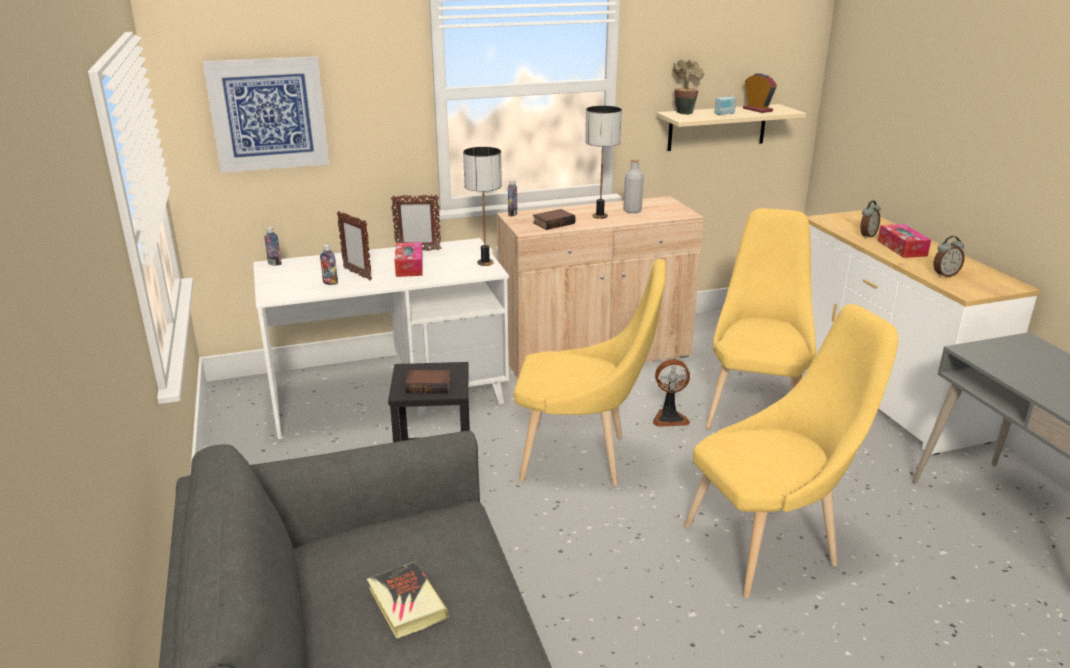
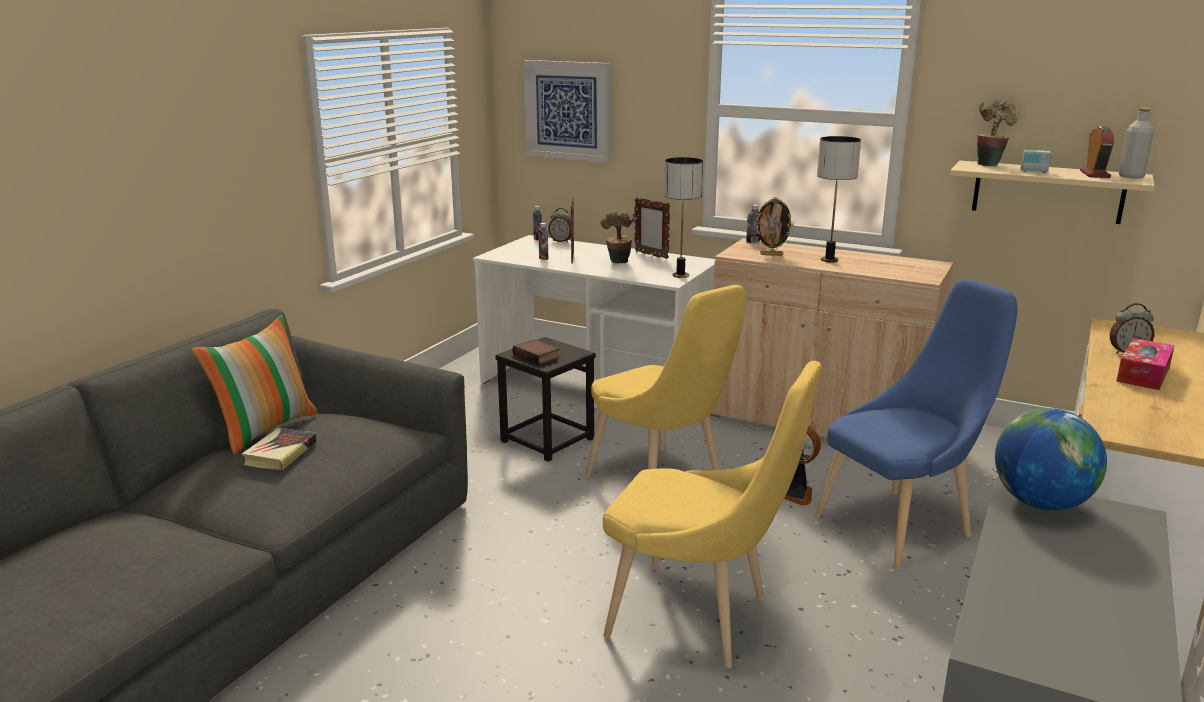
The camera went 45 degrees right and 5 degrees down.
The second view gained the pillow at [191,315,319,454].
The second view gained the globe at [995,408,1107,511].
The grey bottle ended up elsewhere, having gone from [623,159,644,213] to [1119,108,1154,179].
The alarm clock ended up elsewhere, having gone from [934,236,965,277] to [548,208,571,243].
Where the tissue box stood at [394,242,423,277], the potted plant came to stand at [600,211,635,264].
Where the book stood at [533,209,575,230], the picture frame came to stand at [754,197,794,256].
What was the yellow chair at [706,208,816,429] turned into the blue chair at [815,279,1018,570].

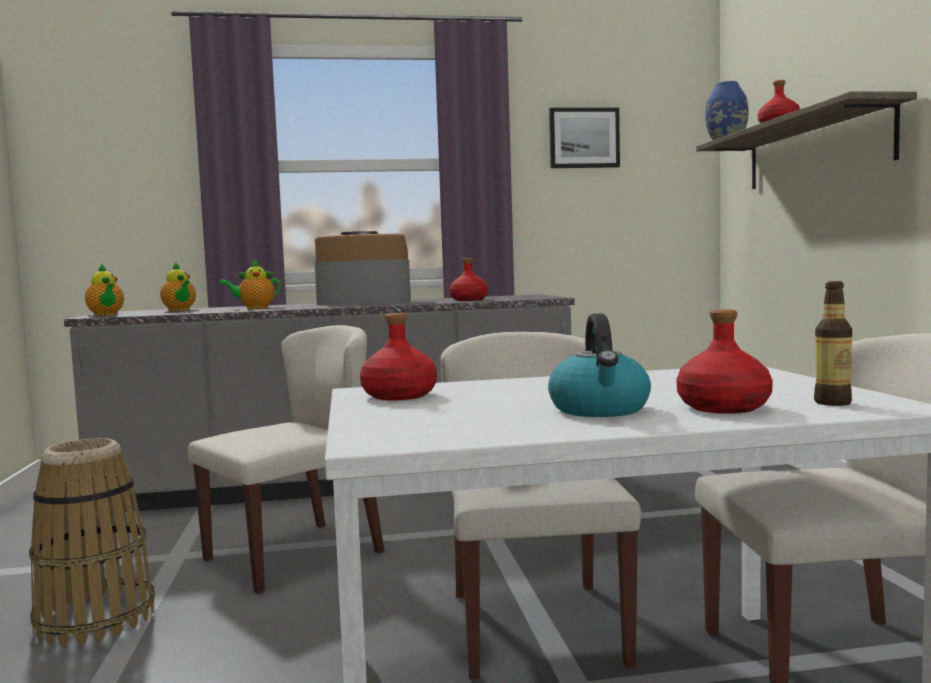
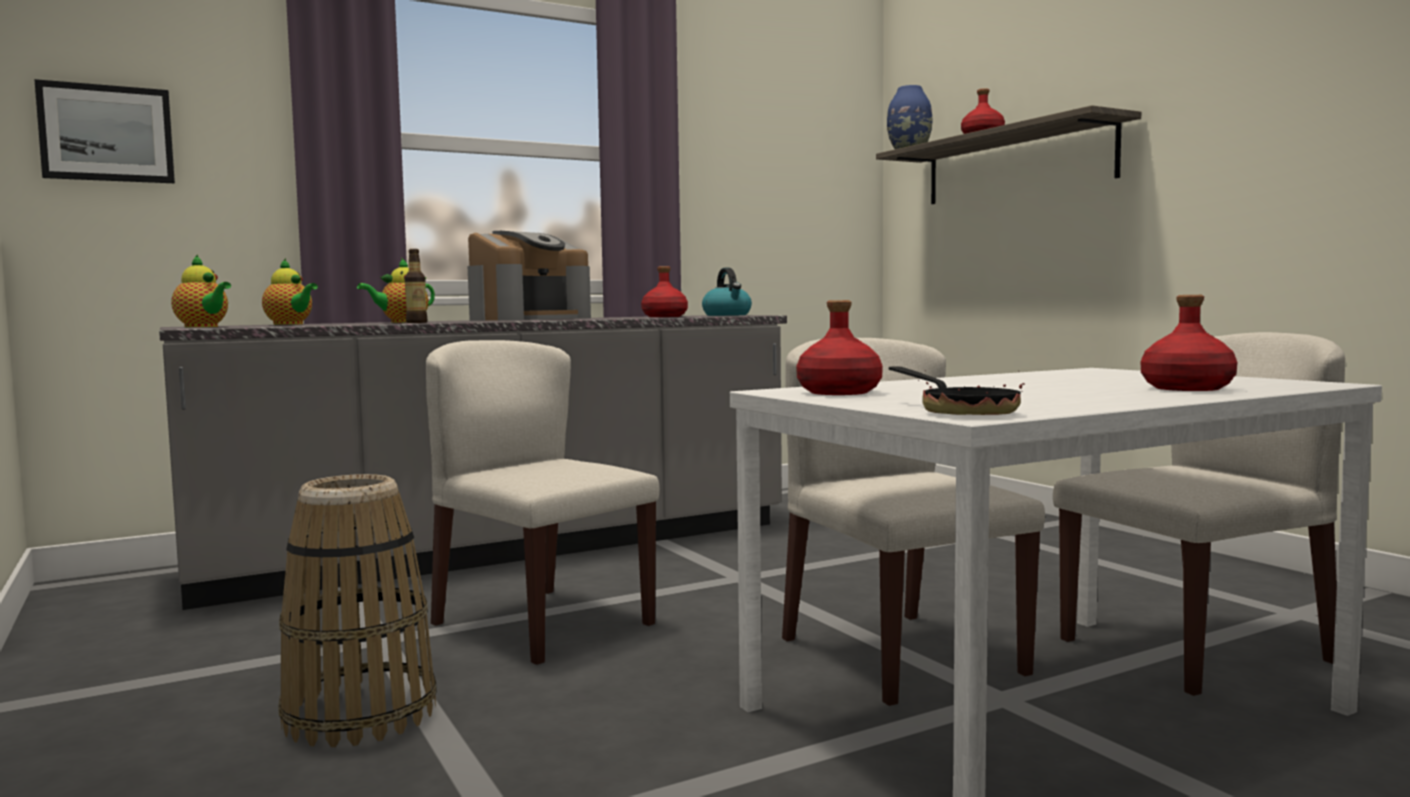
The camera went 20 degrees left and 0 degrees up.
The second view gained the frying pan at [889,366,1025,415].
The kettle ended up elsewhere, having gone from [548,314,651,417] to [702,268,752,316].
The picture ended up elsewhere, having gone from [549,108,620,168] to [34,79,175,183].
The bottle ended up elsewhere, having gone from [814,281,852,406] to [405,249,427,323].
The beige chair at [188,325,384,594] ended up facing another way, 75 degrees counterclockwise from before.
The coffee machine at [314,231,411,305] ended up facing another way, 150 degrees clockwise from before.

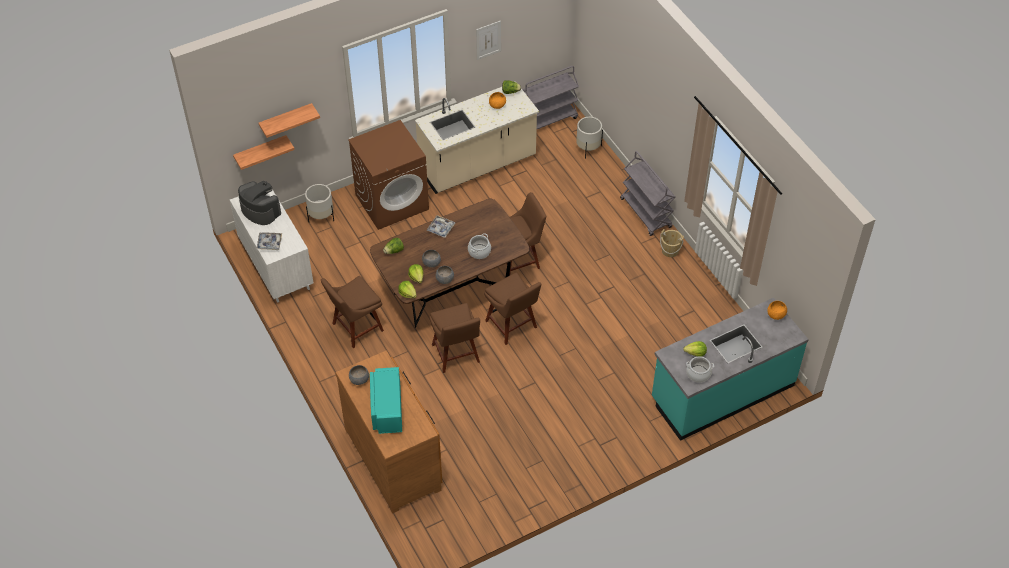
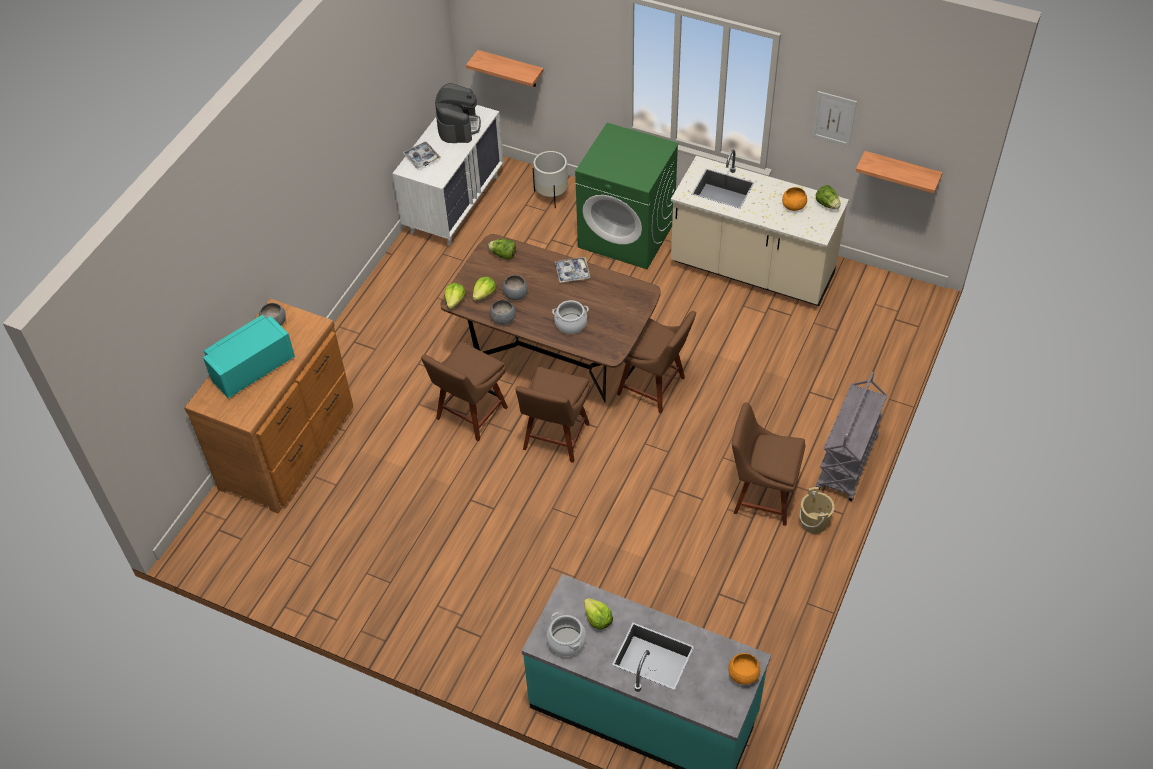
The camera went 55 degrees right and 0 degrees up.
The second view lost the grey cart at [522,66,579,129].
The second view lost the white planter at [576,117,603,159].
The shelf ended up elsewhere, having gone from [258,103,320,138] to [856,151,943,194].
The brown chair ended up elsewhere, having gone from [321,276,384,348] to [732,402,805,526].
What was the brown washing machine at [348,120,429,230] turned into the green washing machine at [575,123,679,269].

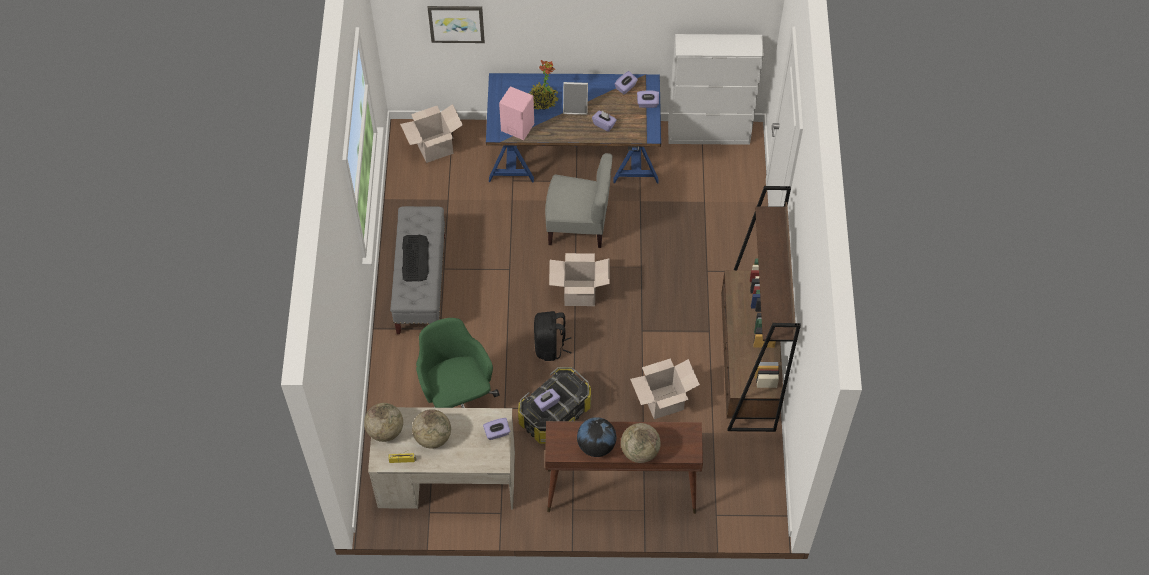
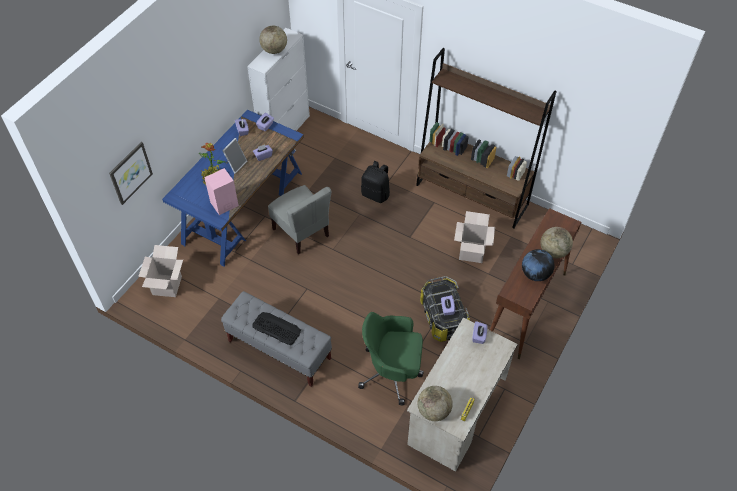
The camera went 60 degrees left and 5 degrees down.
The second view lost the cardboard box at [549,253,610,306].
The globe ended up elsewhere, having gone from [412,409,451,449] to [259,26,287,54].
The black backpack ended up elsewhere, having gone from [534,311,572,361] to [361,161,390,203].
The grey chair at [545,153,613,248] ended up facing another way, 105 degrees clockwise from before.

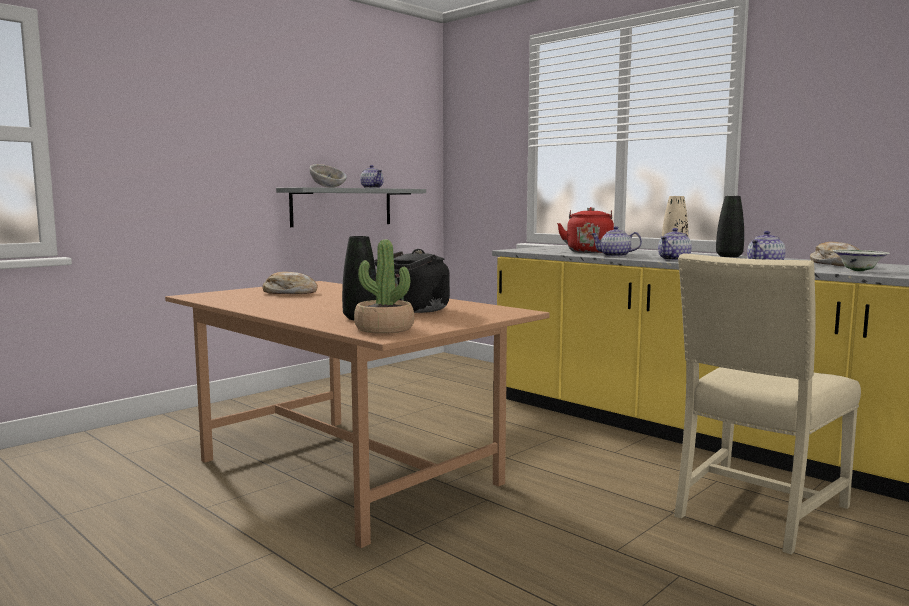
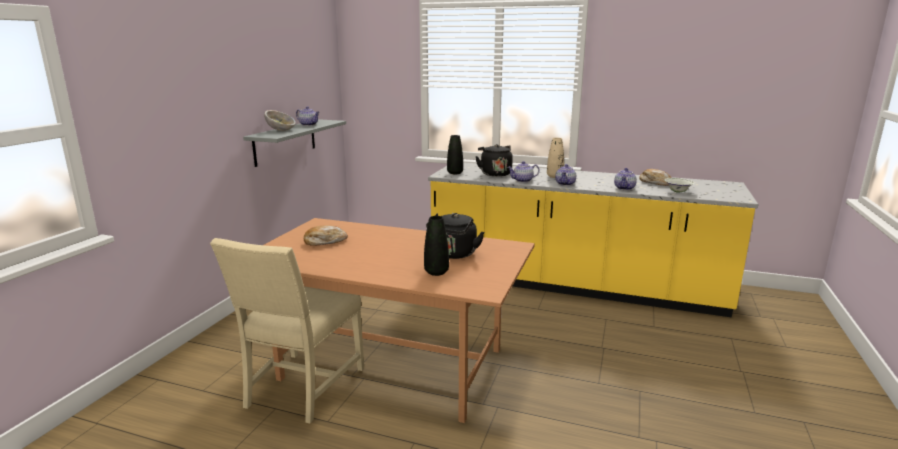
The camera went 25 degrees left and 10 degrees up.
The second view lost the potted plant at [354,240,414,334].
The beige chair ended up elsewhere, having gone from [674,253,861,554] to [210,238,364,423].
The black vase ended up elsewhere, having gone from [716,196,744,257] to [447,135,463,174].
What was the red kettle at [557,207,614,253] turned into the black kettle at [475,144,513,177].

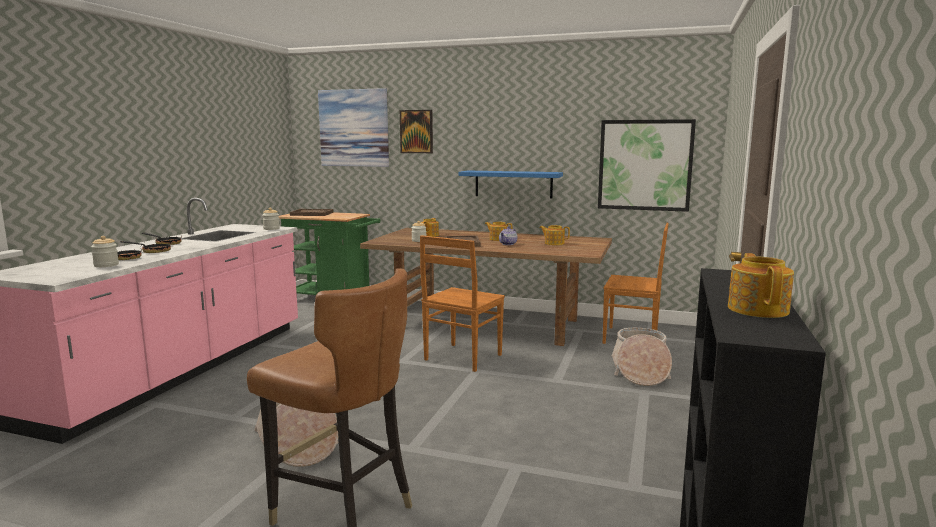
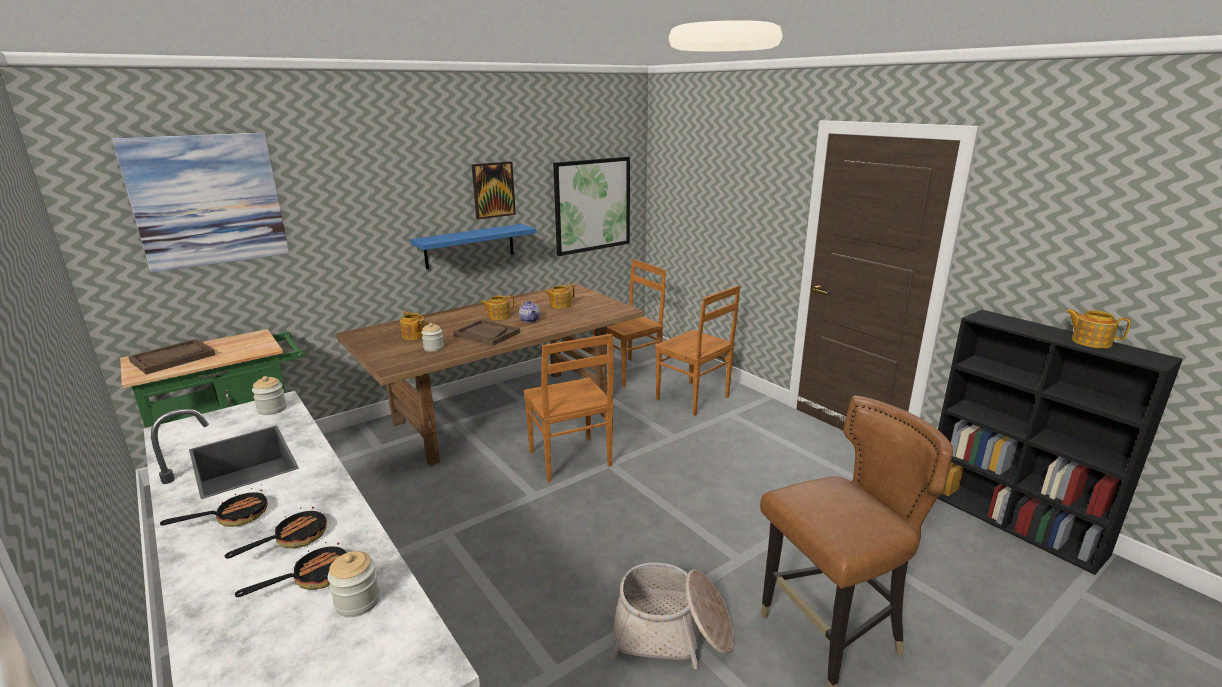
The camera went 55 degrees left and 10 degrees up.
The picture ended up elsewhere, having gone from [400,110,433,153] to [471,161,516,220].
Where the basket stood at [611,328,672,386], the brown chair came to stand at [655,285,740,416].

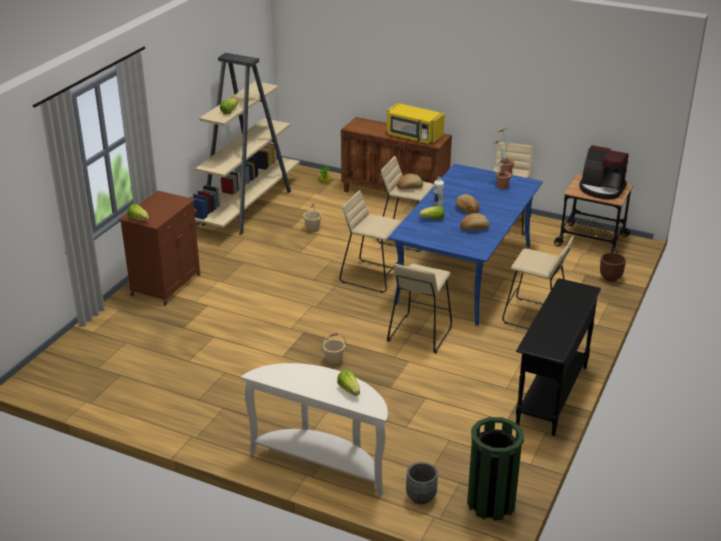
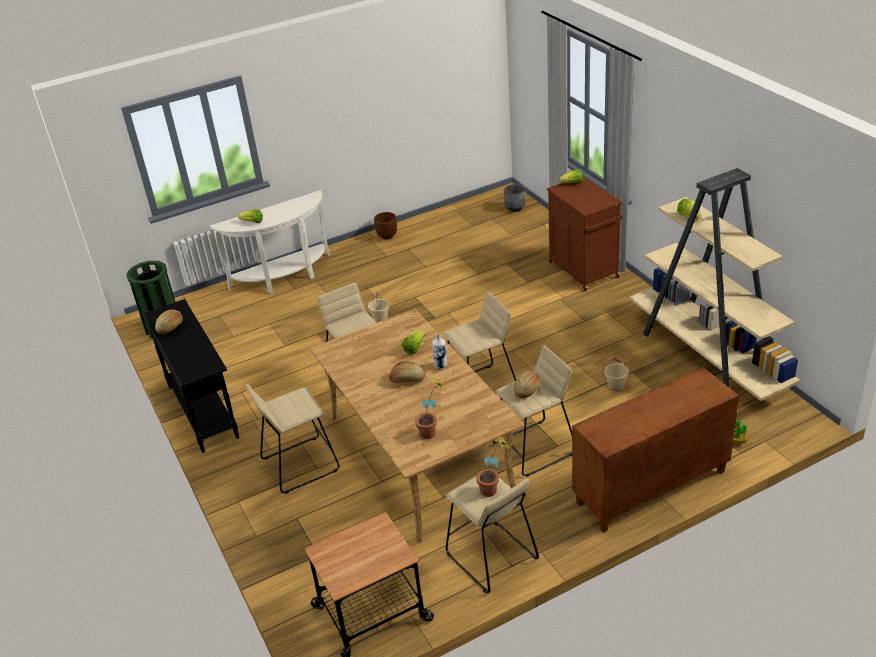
The camera went 130 degrees right and 5 degrees up.
The second view lost the yellow microwave at [387,103,445,144].
The second view lost the coffee machine at [579,145,629,199].
The grey planter ended up elsewhere, having gone from [406,462,438,504] to [504,184,525,212].
The bread ended up elsewhere, having gone from [460,213,489,230] to [155,309,183,334].
The brown planter ended up elsewhere, having gone from [600,252,626,282] to [374,212,397,240].
What was the blue dining table at [388,164,543,326] turned into the beige dining table at [310,308,525,543].

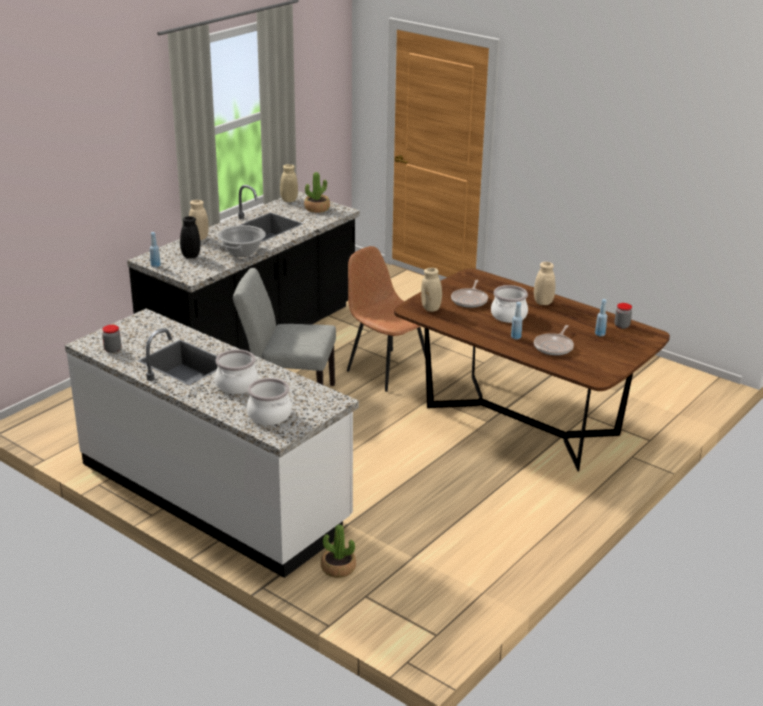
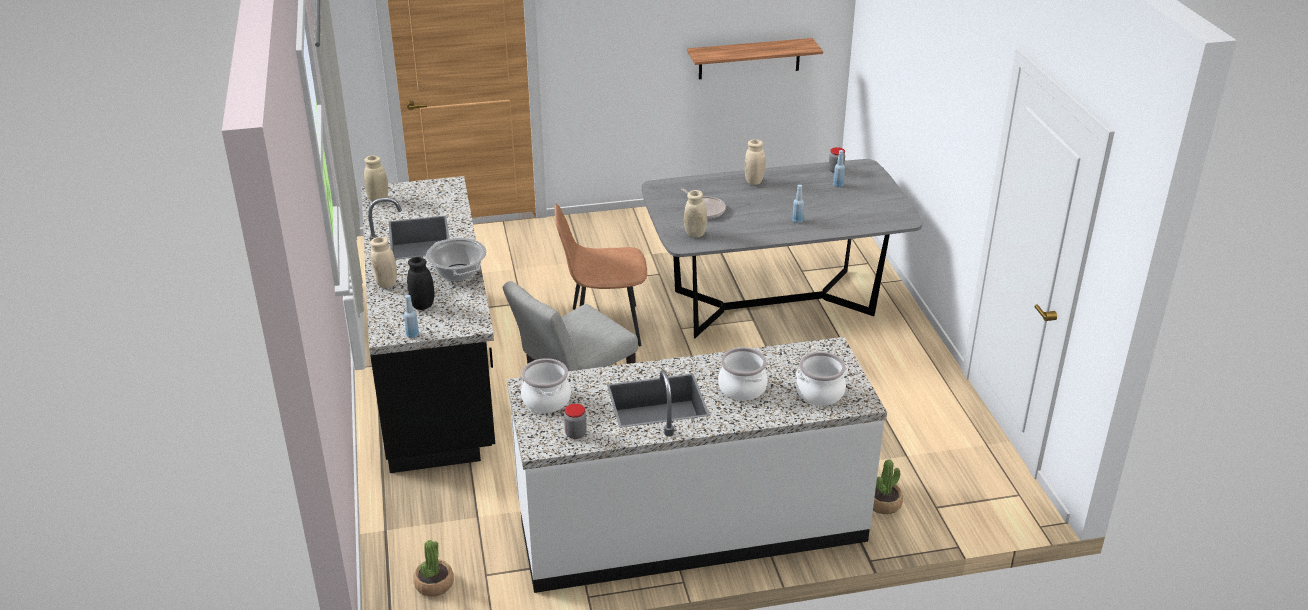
The camera went 50 degrees left and 5 degrees up.
The second view lost the frying pan at [534,325,574,356].
The second view gained the shelf at [687,38,823,79].
The potted plant ended up elsewhere, having gone from [304,172,330,213] to [413,540,454,596].
The cooking pot ended up elsewhere, having gone from [491,285,528,323] to [521,358,571,413].
What was the brown dining table at [394,268,670,472] turned into the grey dining table at [642,159,922,338].

